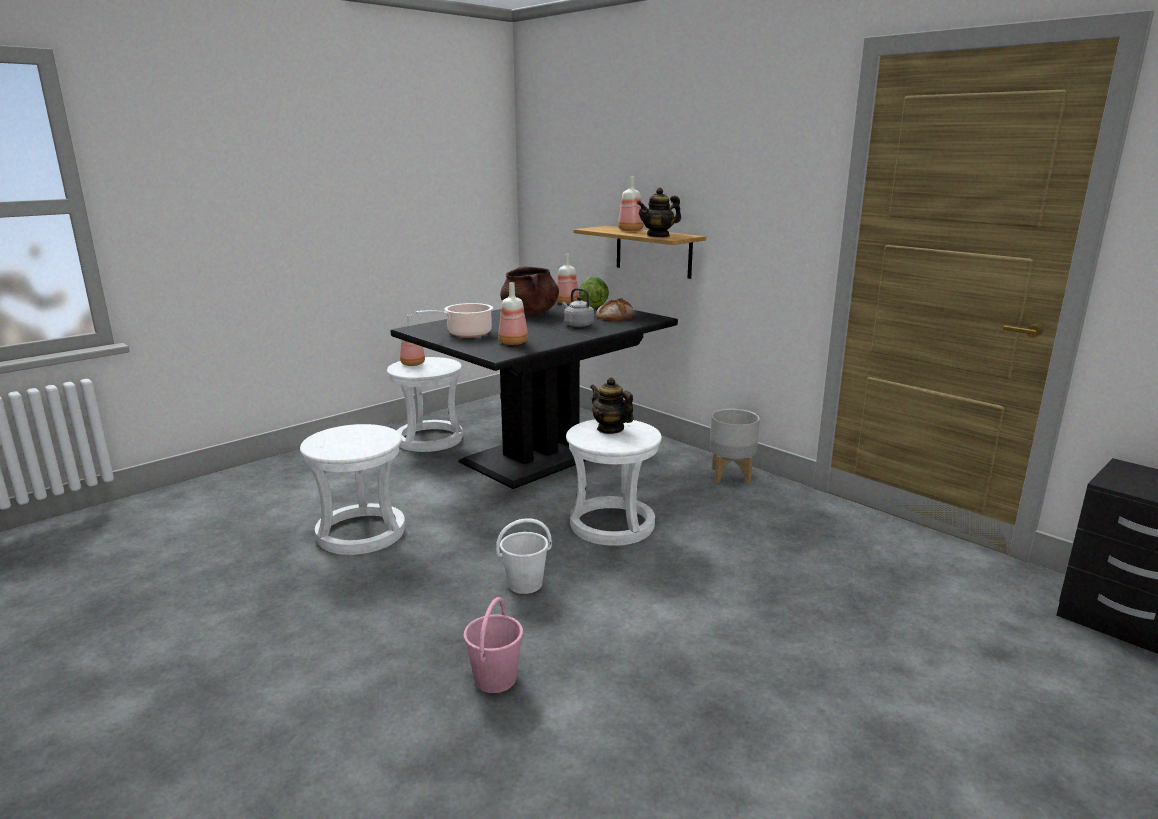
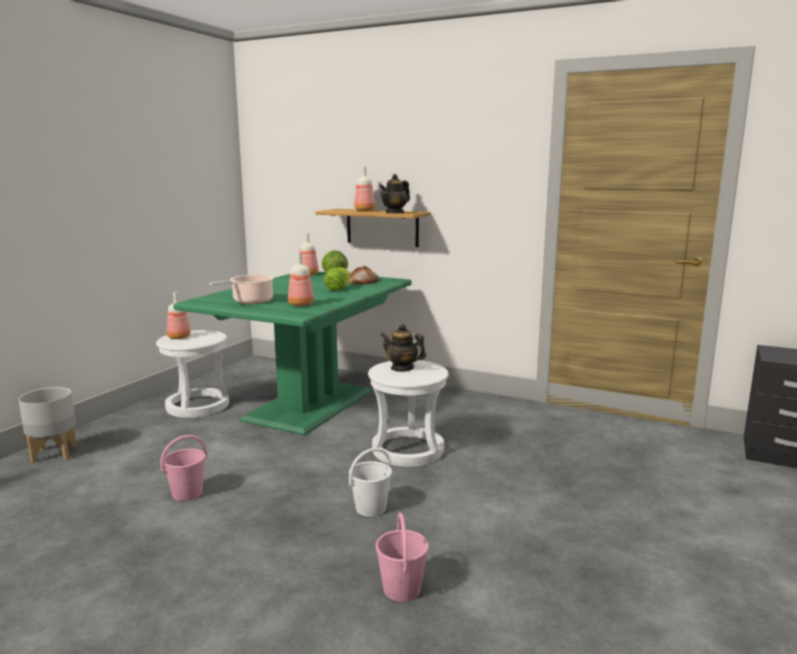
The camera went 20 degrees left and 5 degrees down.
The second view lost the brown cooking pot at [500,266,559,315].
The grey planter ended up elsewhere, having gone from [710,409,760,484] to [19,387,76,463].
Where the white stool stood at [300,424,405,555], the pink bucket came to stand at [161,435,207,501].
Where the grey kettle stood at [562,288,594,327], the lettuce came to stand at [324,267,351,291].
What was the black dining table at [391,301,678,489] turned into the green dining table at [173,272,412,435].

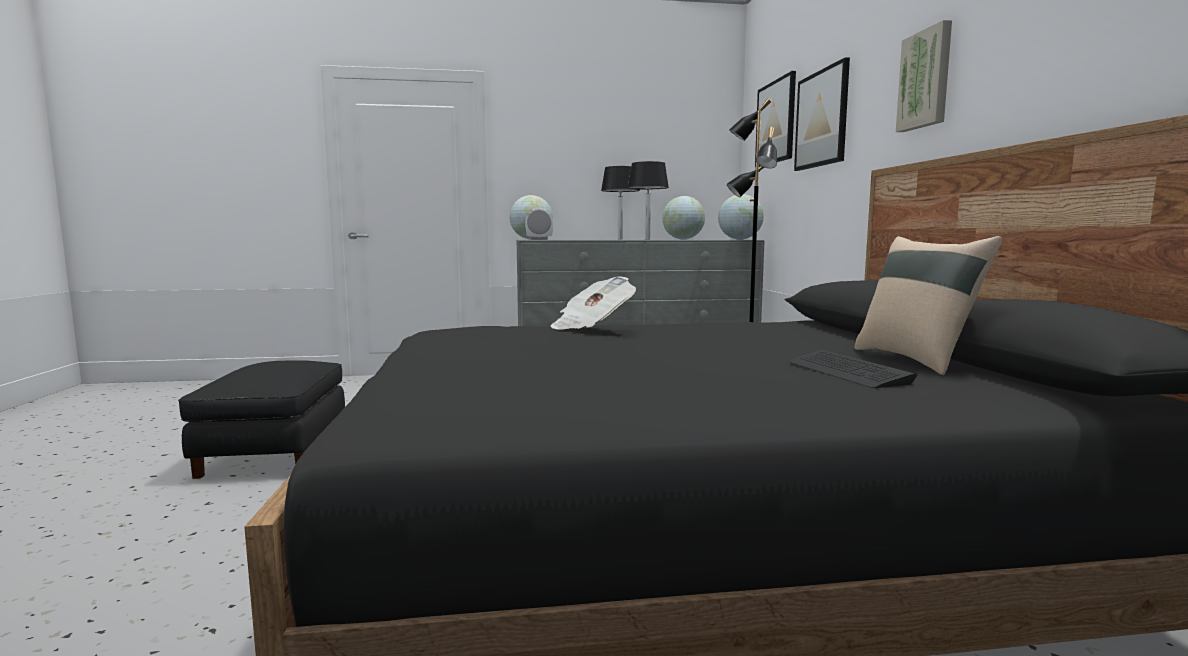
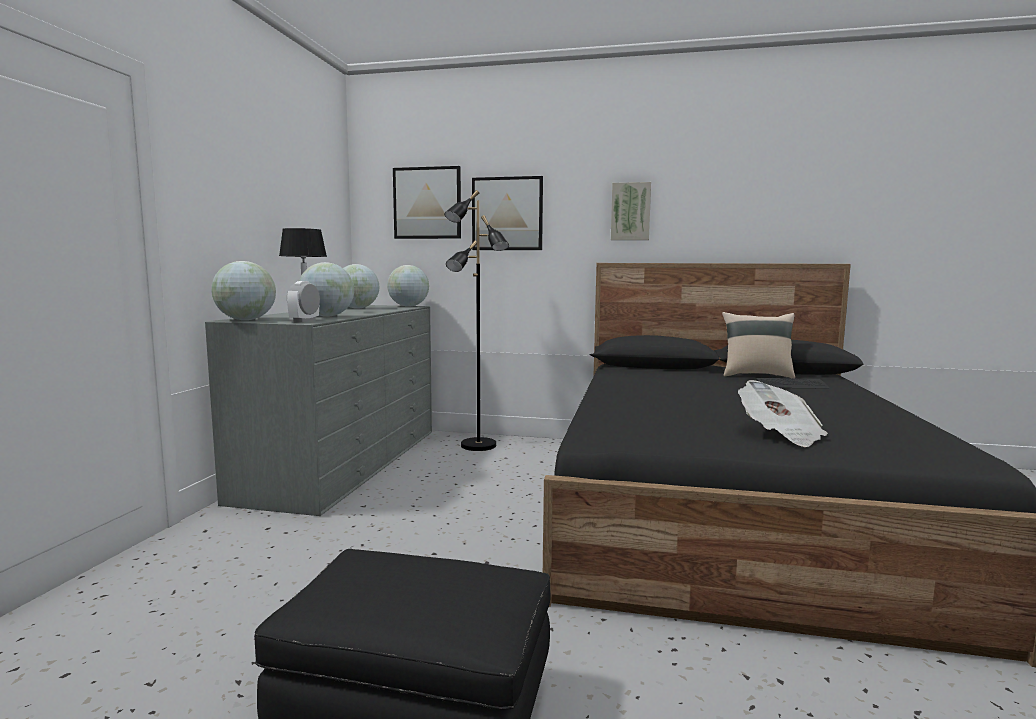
The camera went 70 degrees left and 0 degrees up.
The second view lost the black table lamp at [628,161,669,239].
The second view gained the globe at [299,262,354,316].
The newspaper ended up elsewhere, having gone from [551,276,636,330] to [738,380,828,447].

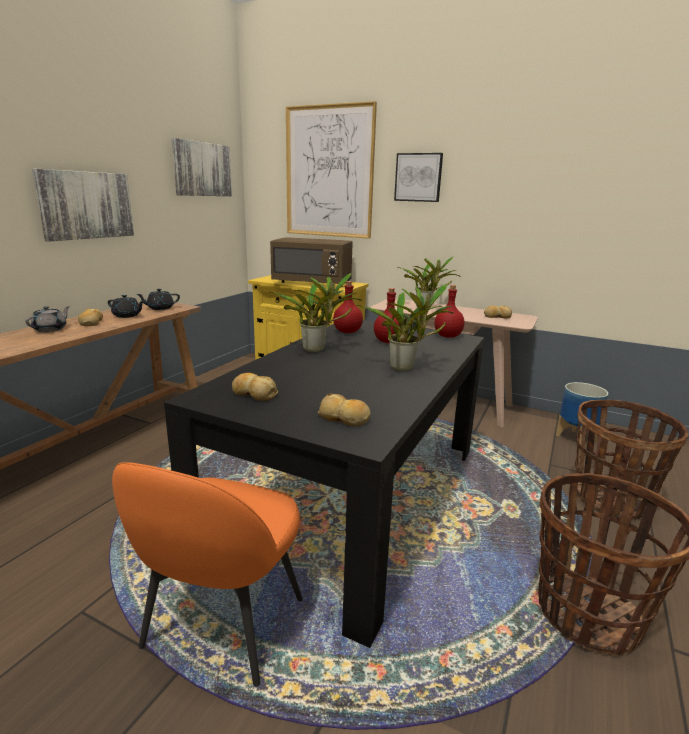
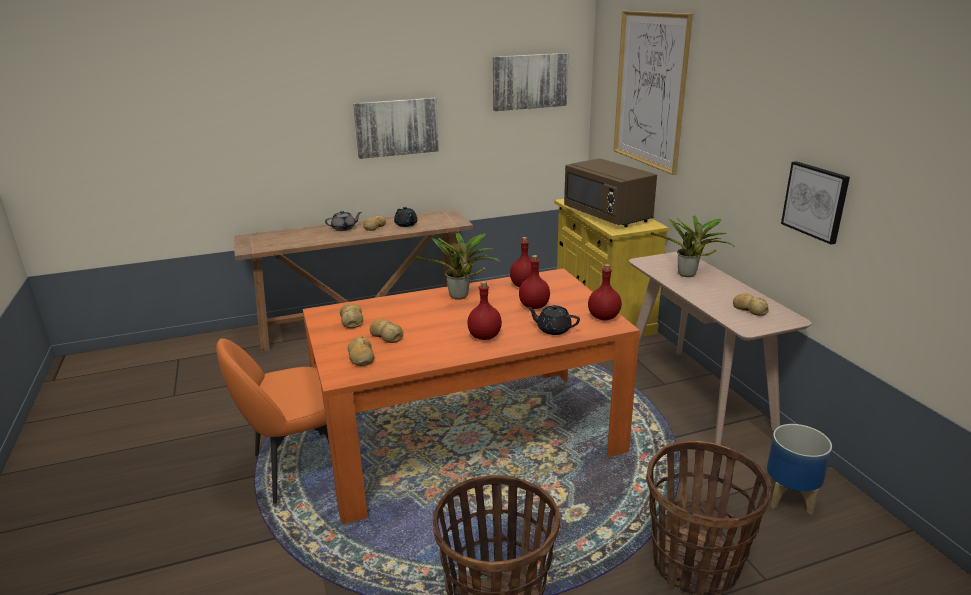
The camera went 45 degrees right and 5 degrees up.
The second view gained the bread at [370,319,404,343].
The black teapot ended up elsewhere, having gone from [136,289,180,310] to [527,305,580,335].
The picture ended up elsewhere, having gone from [394,153,443,202] to [781,161,850,244].
Where the potted plant stood at [356,284,454,371], the red bottle came to stand at [467,281,502,340].
What was the black dining table at [164,320,484,648] turned into the orange dining table at [303,268,640,524].

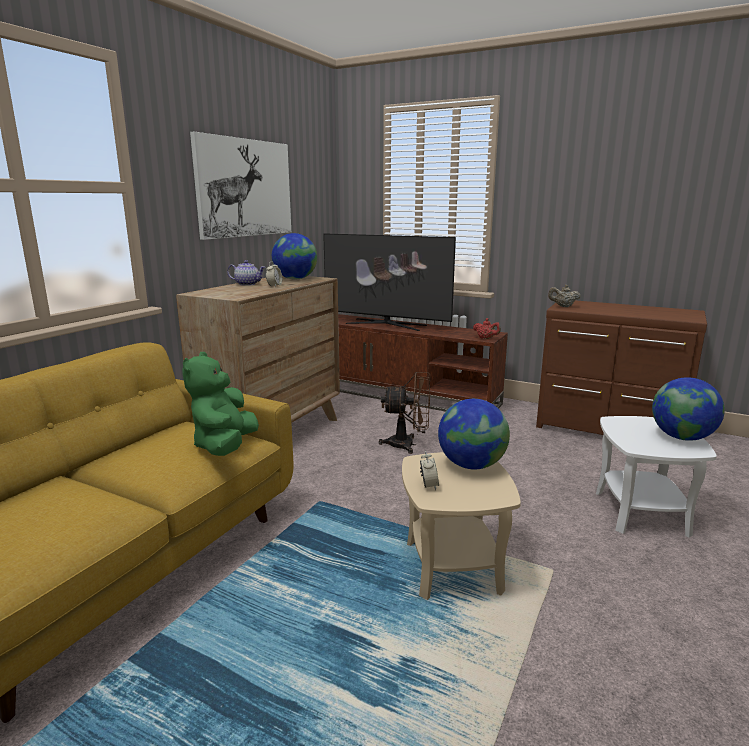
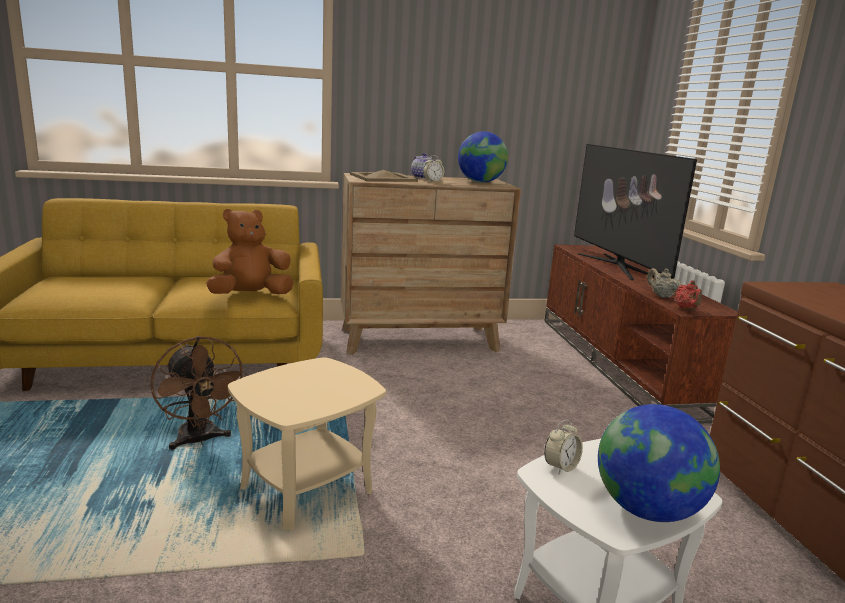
The camera went 50 degrees right and 0 degrees up.
The second view lost the picture at [190,132,291,240].
The second view lost the globe at [438,399,510,470].
The second view gained the beige tray at [350,170,418,182].
The brown fan ended up elsewhere, having gone from [379,372,430,454] to [151,336,248,450].
The alarm clock ended up elsewhere, having gone from [420,451,439,490] to [544,419,583,474].
The beige teapot ended up elsewhere, having gone from [548,285,581,307] to [647,268,682,298].
What was the green plush toy at [182,352,259,456] turned into the brown plush toy at [206,209,293,294].

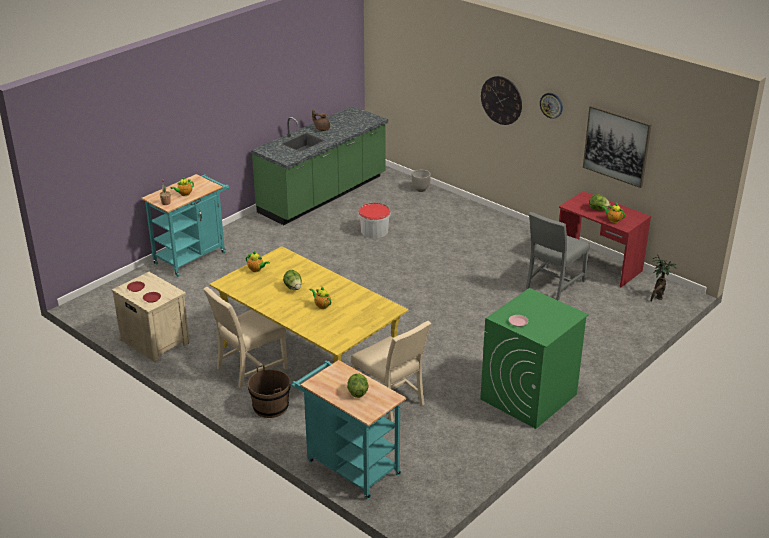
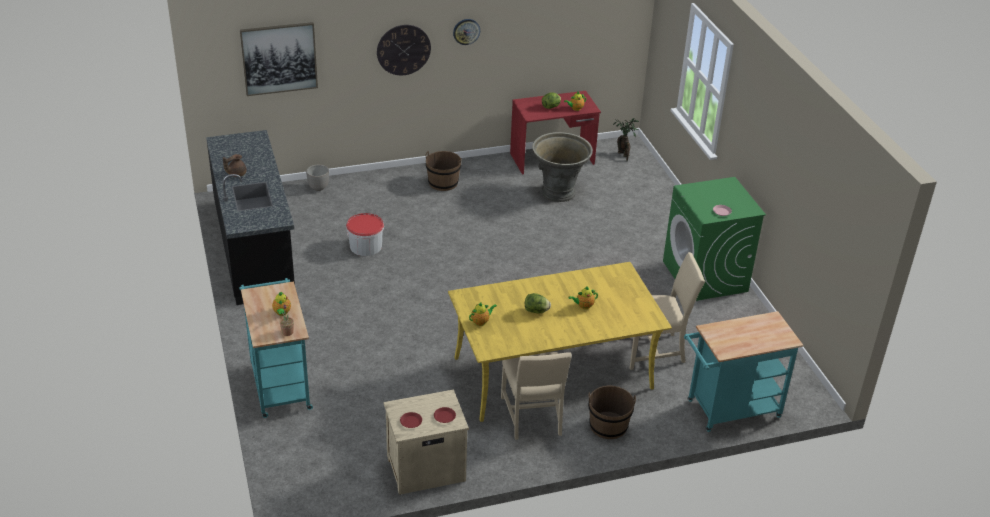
The camera went 60 degrees left and 5 degrees up.
The second view lost the lettuce at [347,373,369,398].
The second view gained the brown bucket at [425,151,462,191].
The picture ended up elsewhere, having gone from [583,105,652,188] to [240,22,318,96].
Where the grey chair stood at [526,212,590,300], the grey planter came to stand at [532,132,593,202].
What was the green counter at [251,106,388,225] turned into the black counter at [206,130,295,305].

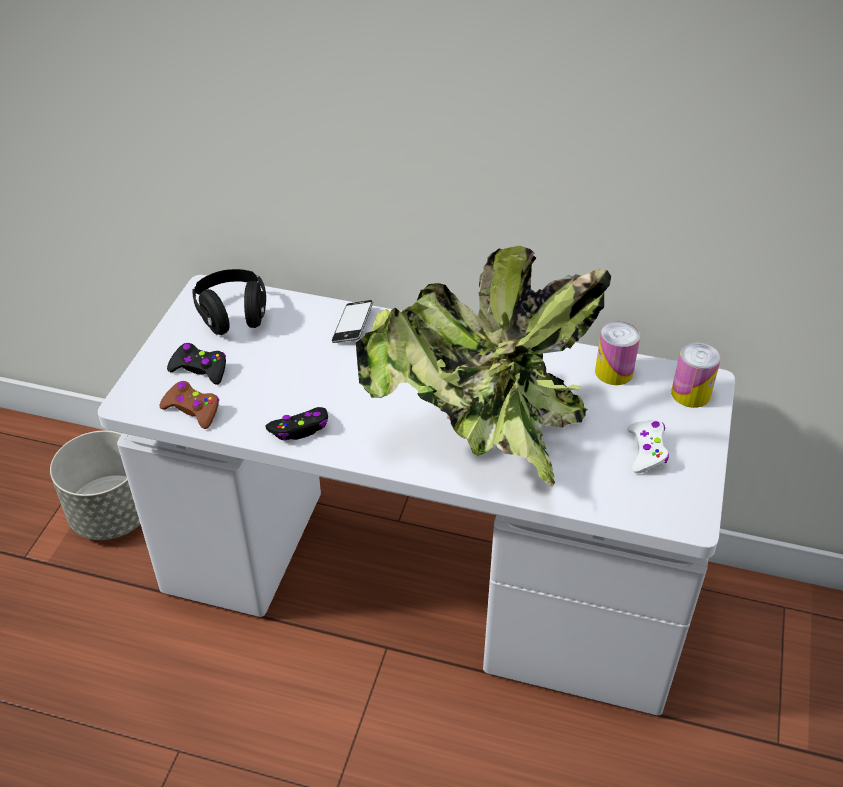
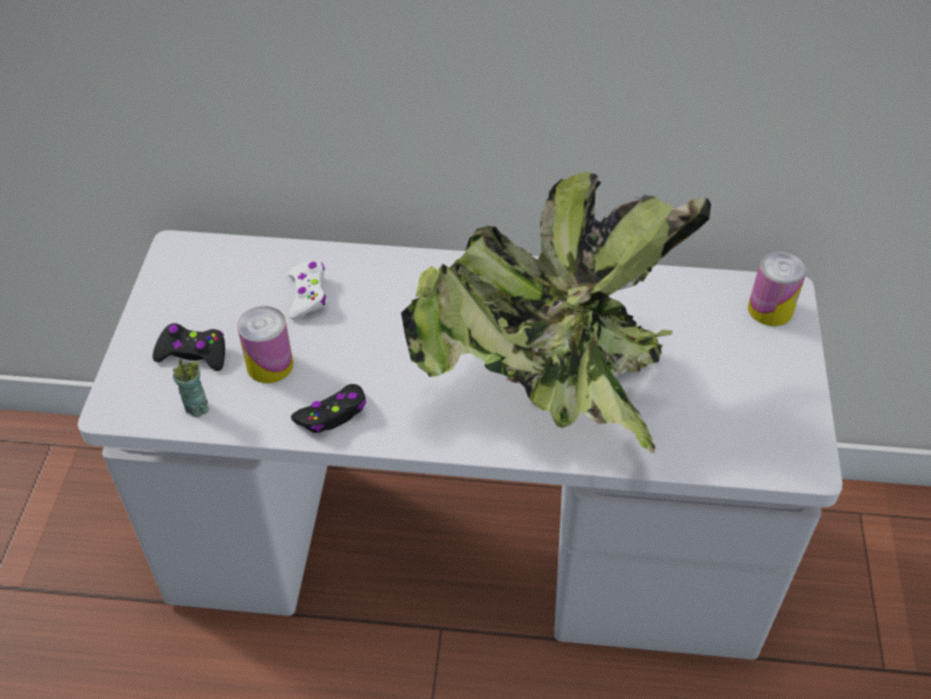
The camera went 10 degrees left and 5 degrees up.
The second view lost the grey planter at [50,431,140,540].
The second view lost the black headphones at [193,269,266,335].
The second view lost the phone at [332,300,373,343].
The can ended up elsewhere, having gone from [595,321,640,385] to [237,306,294,383].
The white game controller ended up elsewhere, having gone from [627,420,669,473] to [288,261,326,320].
Where the brown game controller stood at [159,381,219,429], the cup came to stand at [172,359,209,417].

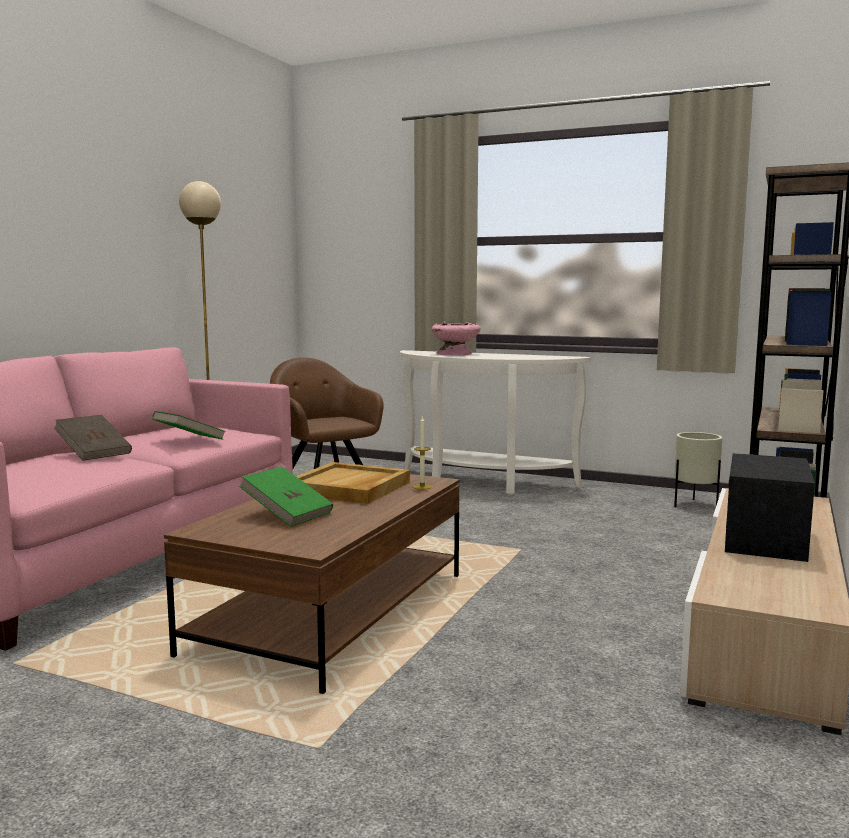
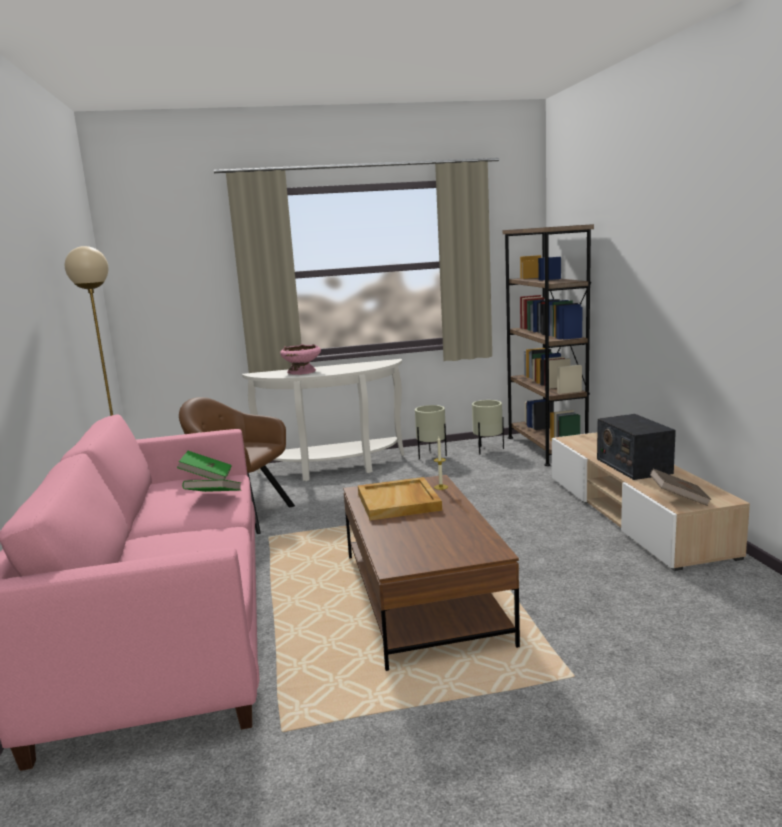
The camera went 35 degrees left and 5 degrees up.
The second view gained the beige planter at [415,405,447,460].
The brown book ended up elsewhere, having gone from [54,415,132,461] to [650,468,711,506].
The green book ended up elsewhere, having gone from [239,466,333,527] to [177,451,232,480].

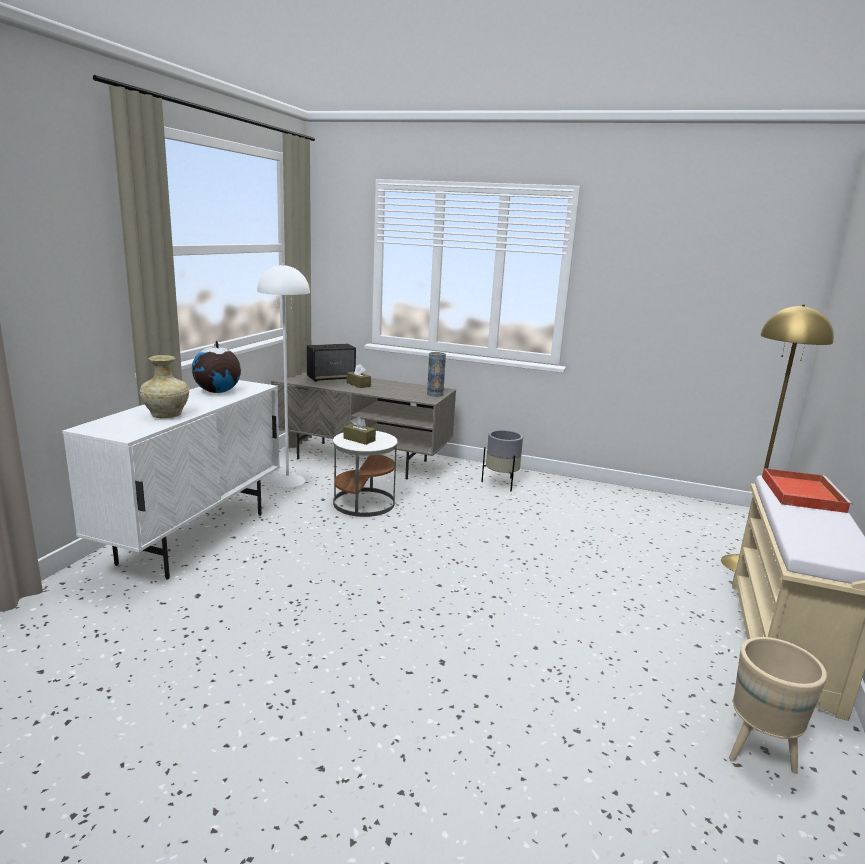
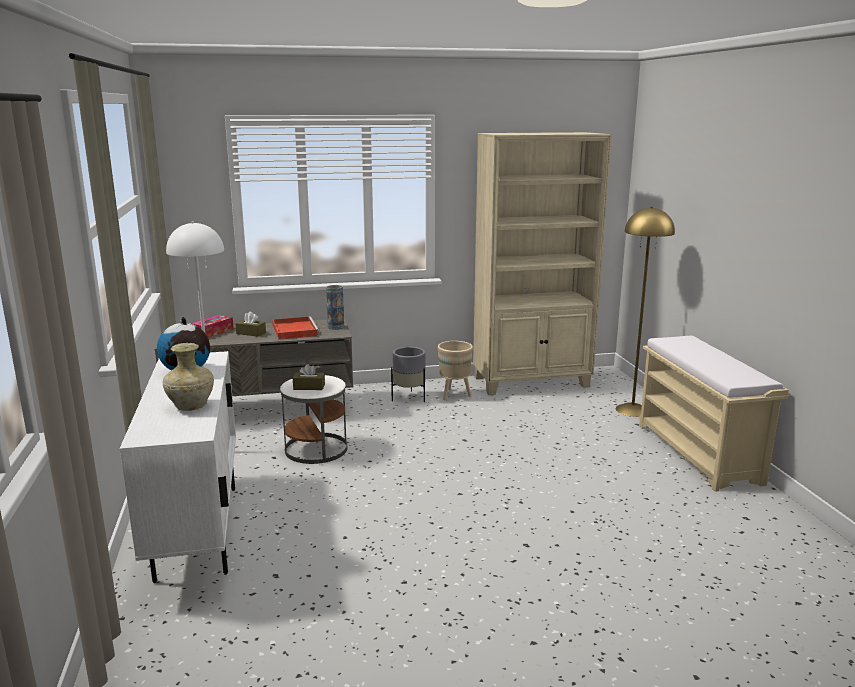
The camera went 30 degrees left and 0 degrees up.
The second view gained the beige bookcase at [473,132,612,395].
The beige planter ended up elsewhere, having gone from [729,637,827,774] to [438,341,473,400].
The red tray ended up elsewhere, having gone from [762,468,853,513] to [272,316,319,340].
Where the speaker stood at [307,344,356,382], the tissue box came to stand at [191,315,234,338].

